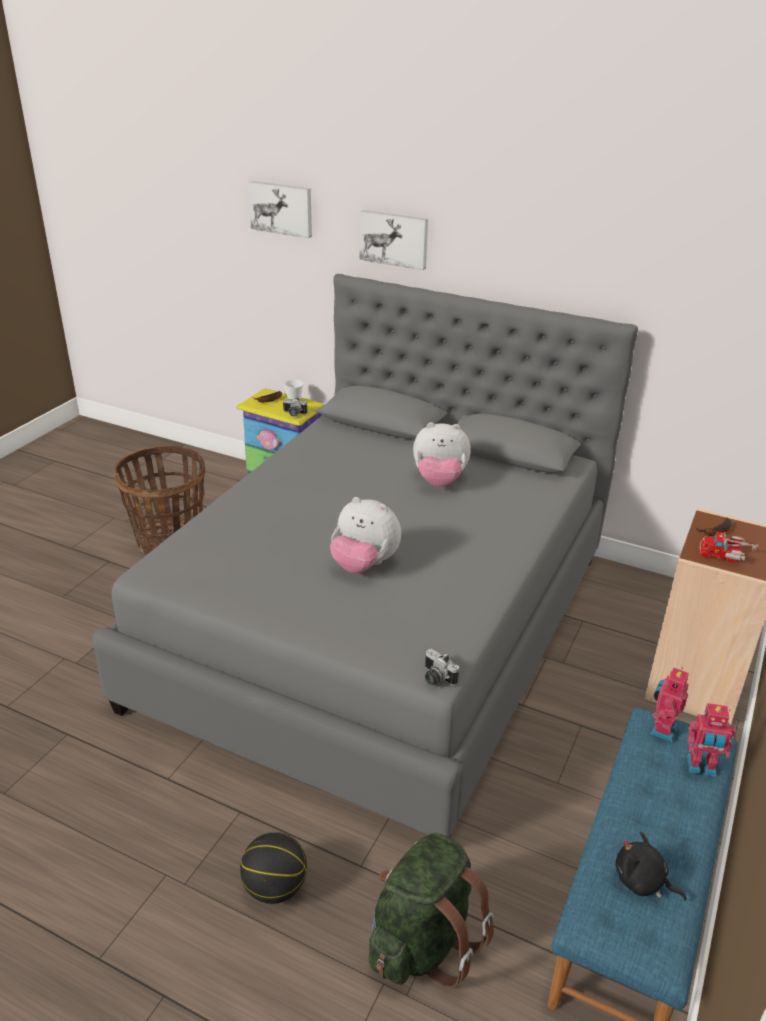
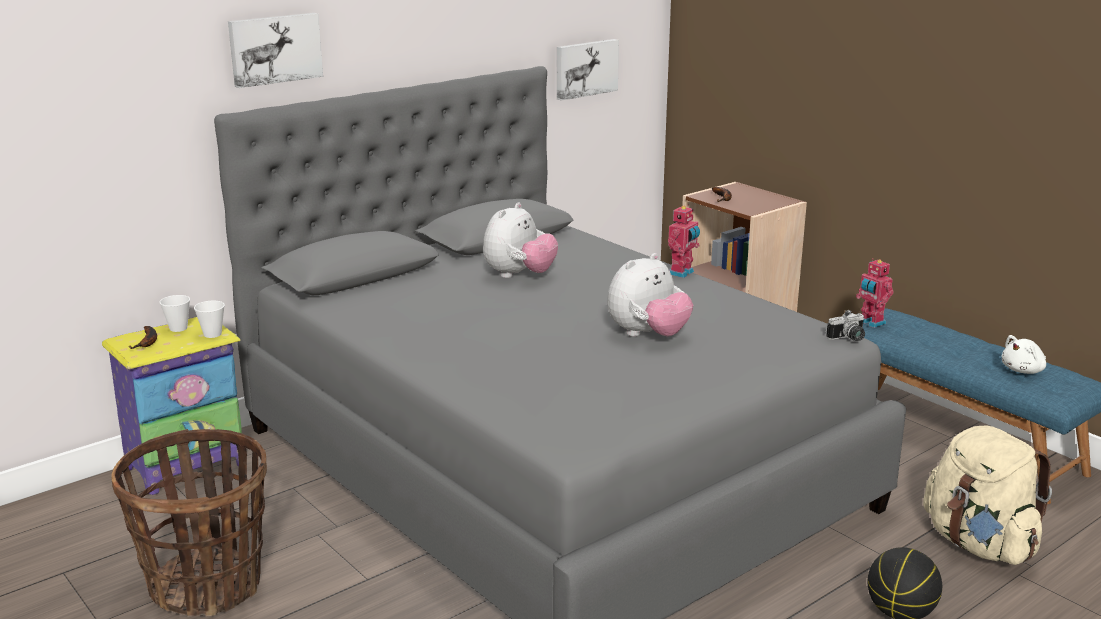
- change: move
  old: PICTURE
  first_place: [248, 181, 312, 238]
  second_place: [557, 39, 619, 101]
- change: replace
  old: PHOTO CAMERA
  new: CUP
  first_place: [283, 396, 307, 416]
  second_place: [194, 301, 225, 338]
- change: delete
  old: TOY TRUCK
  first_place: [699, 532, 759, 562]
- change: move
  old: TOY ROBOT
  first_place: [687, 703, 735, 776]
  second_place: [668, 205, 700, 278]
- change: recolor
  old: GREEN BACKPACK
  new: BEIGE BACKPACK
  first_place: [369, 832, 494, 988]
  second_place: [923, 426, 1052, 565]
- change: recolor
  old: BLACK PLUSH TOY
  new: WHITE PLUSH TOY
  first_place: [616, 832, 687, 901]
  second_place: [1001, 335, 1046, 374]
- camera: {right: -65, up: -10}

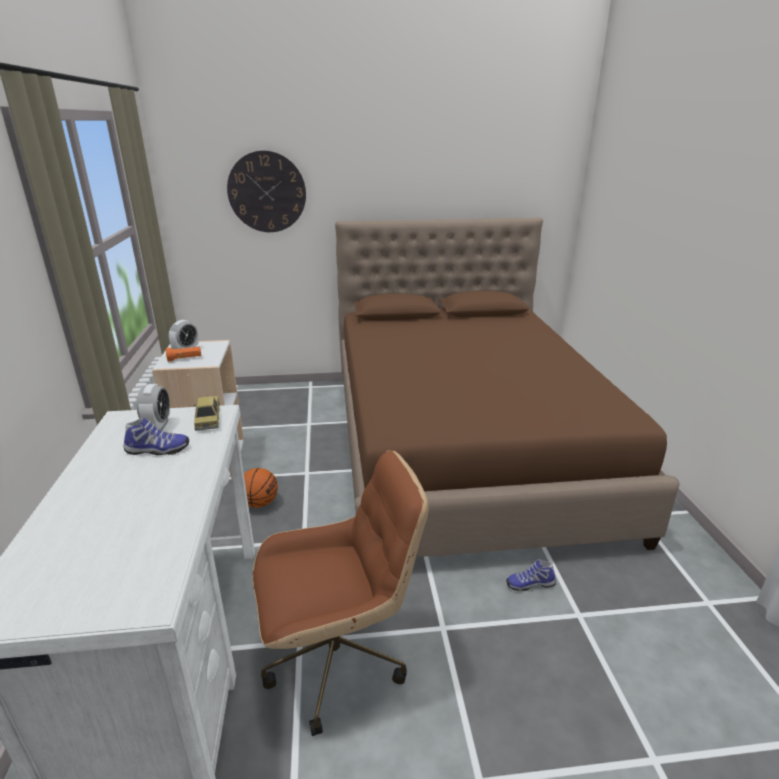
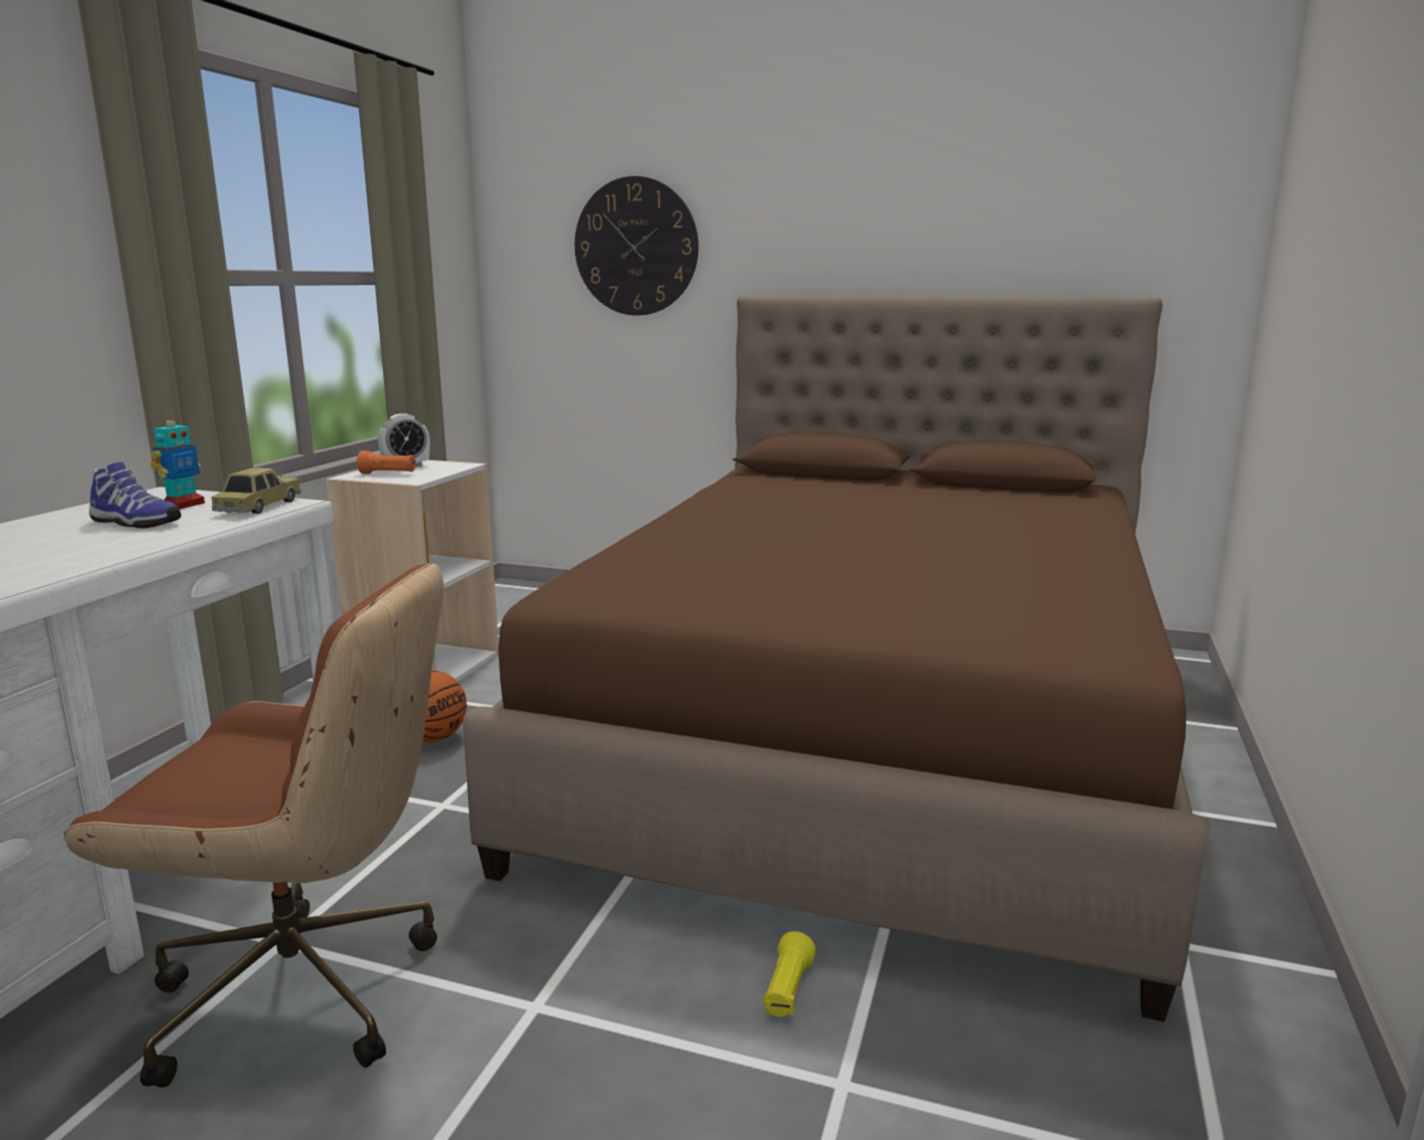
- change: replace
  old: ALARM CLOCK
  new: TOY ROBOT
  first_place: [136, 384, 170, 430]
  second_place: [150, 411, 205, 509]
- change: replace
  old: SHOE
  new: YELLOW FLASHLIGHT
  first_place: [506, 559, 556, 591]
  second_place: [763, 931, 816, 1017]
- camera: {right: 25, up: -10}

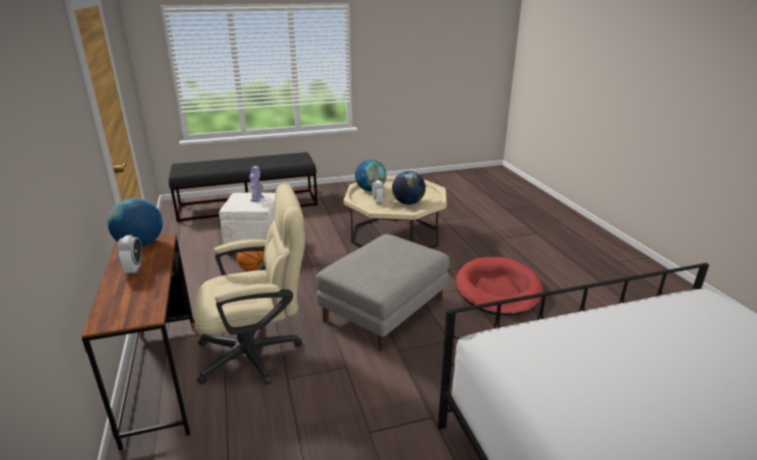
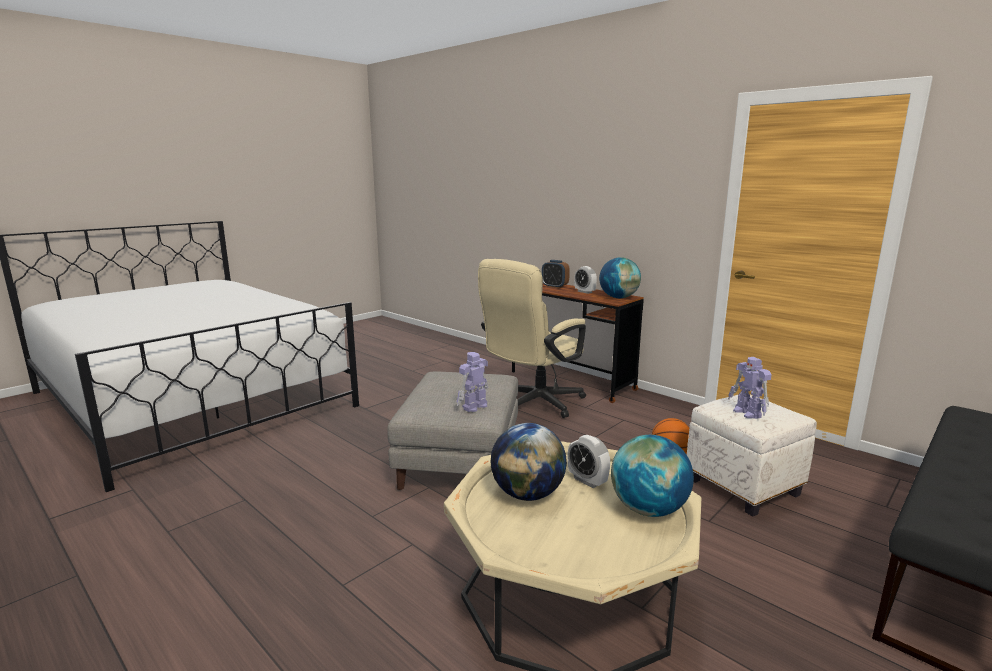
- change: delete
  old: RED DOG BED
  first_place: [456, 257, 543, 316]
- change: insert
  new: ALARM CLOCK
  second_place: [542, 260, 570, 288]
- change: insert
  new: TOY ROBOT
  second_place: [457, 352, 488, 412]
- camera: {right: 150, up: -10}

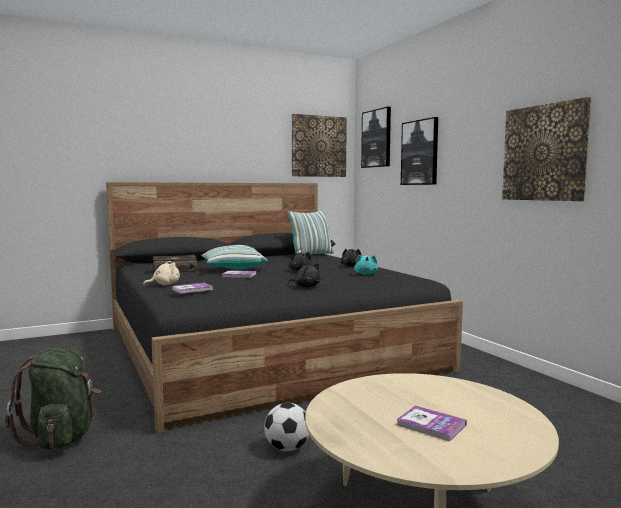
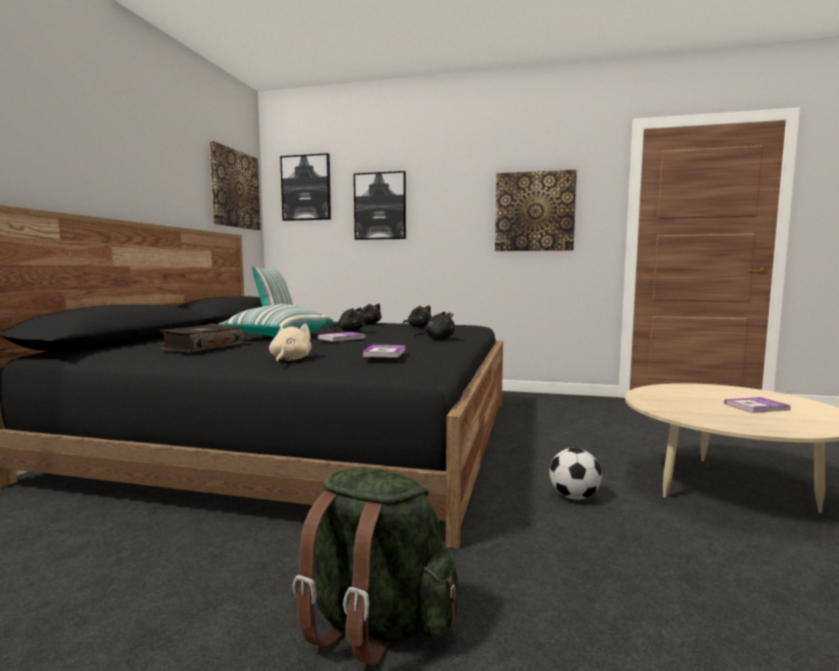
- change: recolor
  old: TURQUOISE PLUSH TOY
  new: BLACK PLUSH TOY
  first_place: [354, 255, 378, 275]
  second_place: [403, 305, 432, 327]
- camera: {right: -50, up: 0}

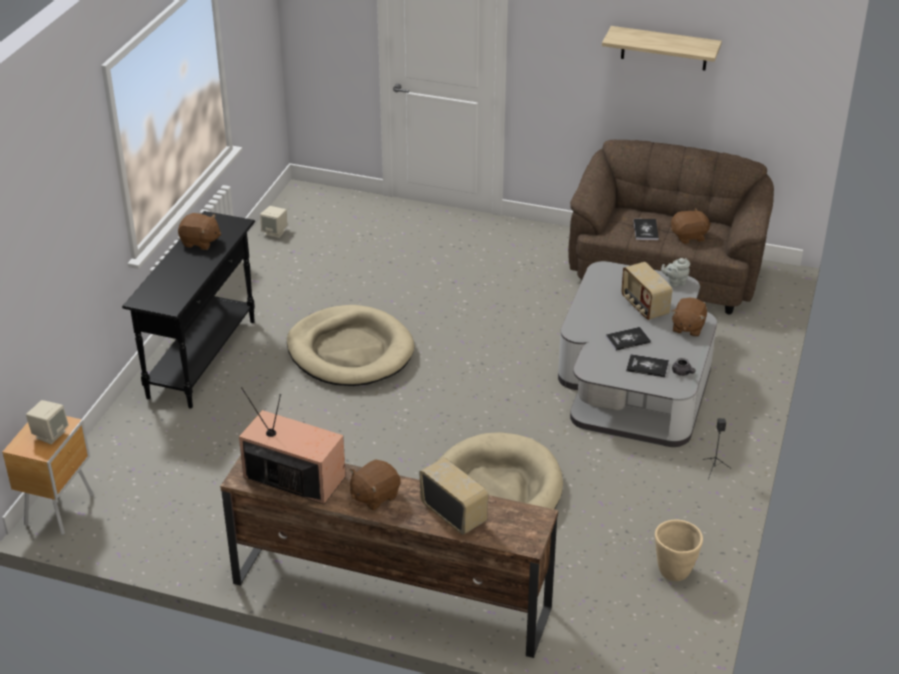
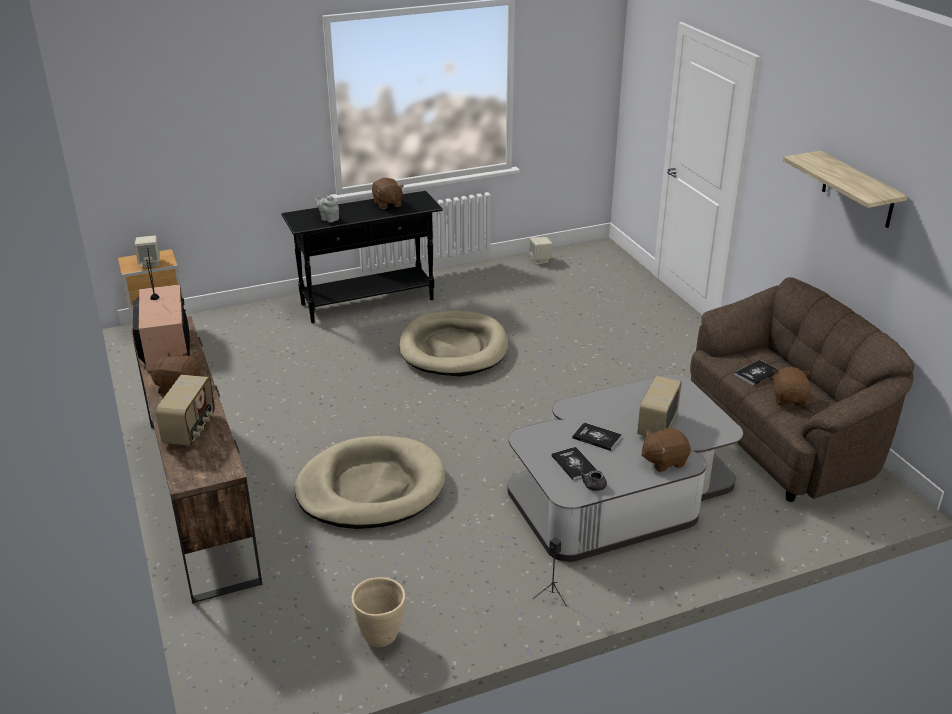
- change: rotate
  old: BROWN PLUSH TOY
  first_place: [671, 208, 711, 244]
  second_place: [772, 367, 810, 406]
  degrees: -120
- change: move
  old: GREY TEAPOT
  first_place: [661, 258, 690, 287]
  second_place: [316, 195, 339, 223]
- camera: {right: 50, up: -5}

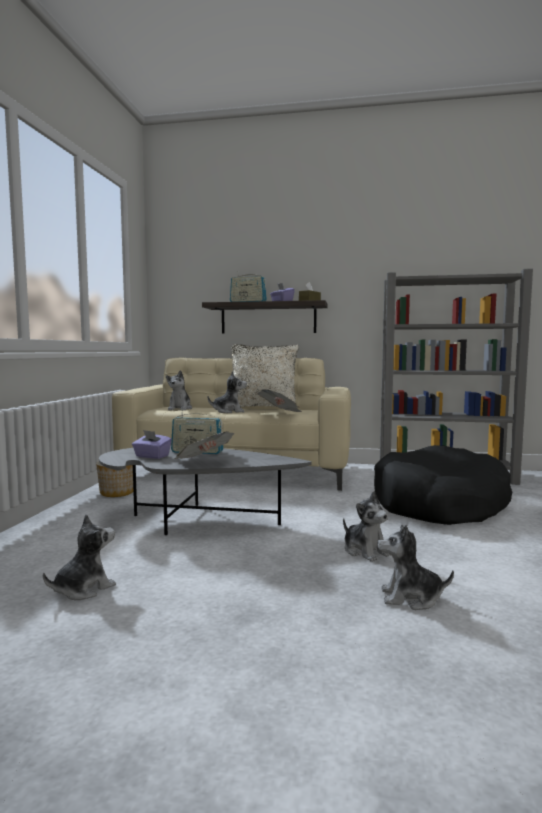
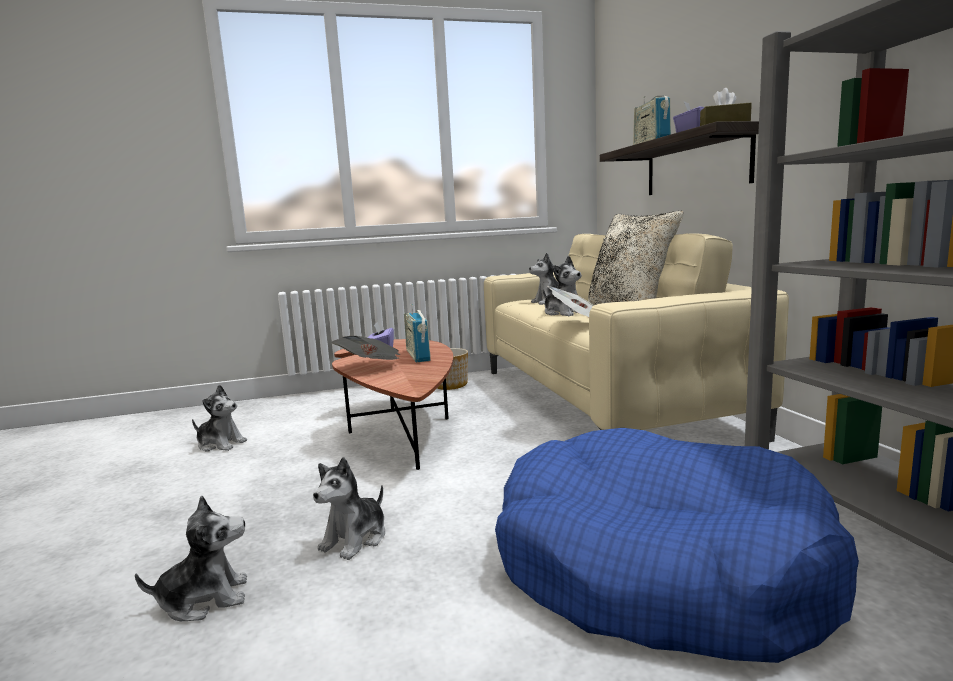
- change: recolor
  old: BLACK DOG BED
  new: BLUE DOG BED
  first_place: [374, 445, 512, 525]
  second_place: [495, 428, 859, 663]
- change: recolor
  old: GREY COFFEE TABLE
  new: BROWN COFFEE TABLE
  first_place: [99, 446, 312, 535]
  second_place: [332, 339, 453, 470]
- change: rotate
  old: PLUSH TOY
  first_place: [377, 525, 454, 610]
  second_place: [135, 495, 247, 621]
  degrees: 90
- camera: {right: 65, up: 5}

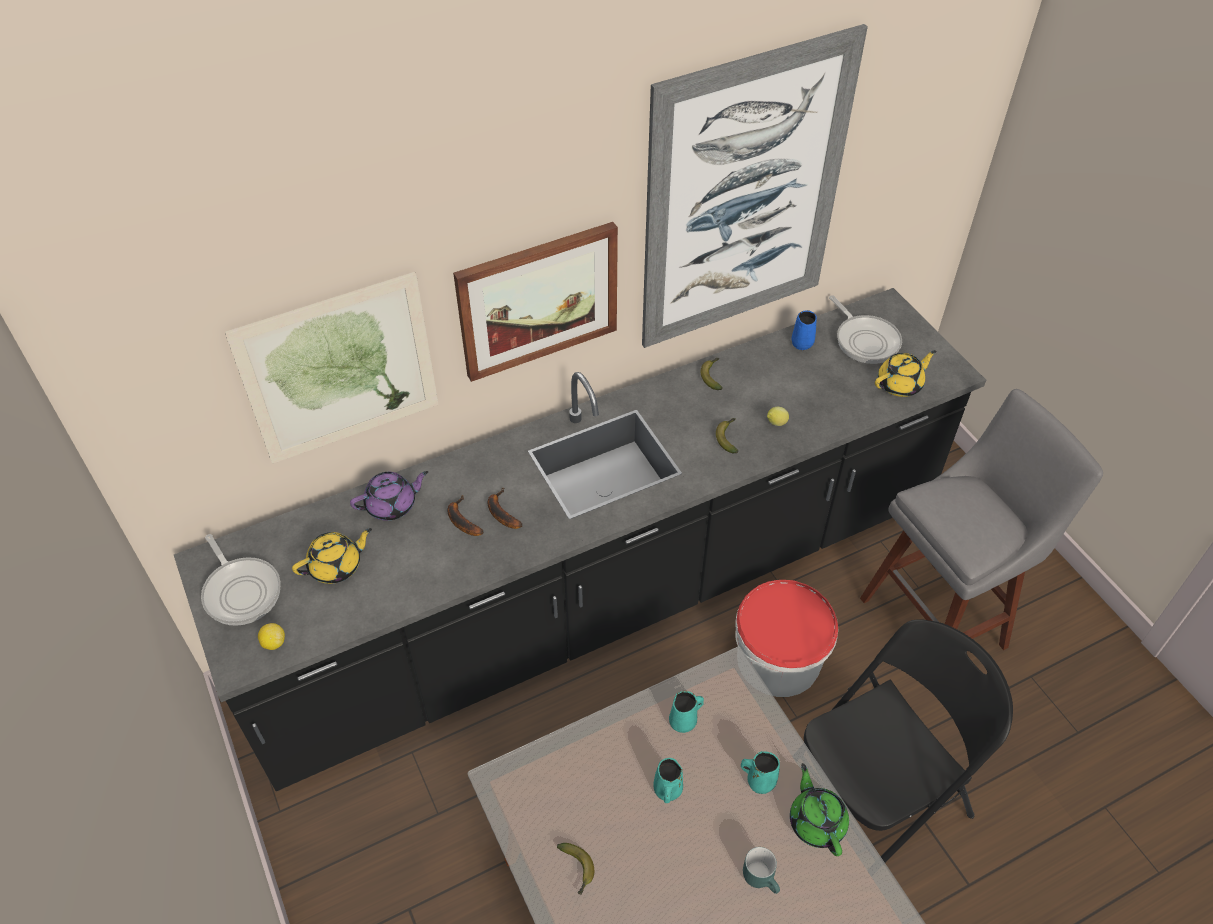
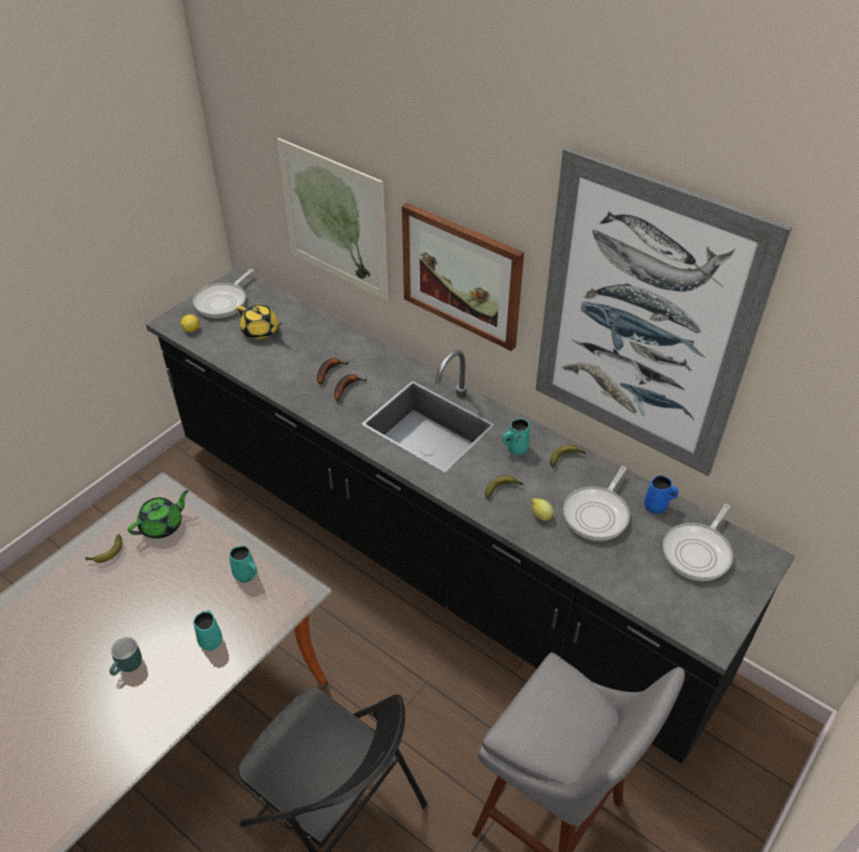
- change: delete
  old: YELLOW TEAPOT
  first_place: [875, 350, 936, 397]
- change: delete
  old: PURPLE TEAPOT
  first_place: [350, 471, 428, 521]
- change: delete
  old: BUCKET
  first_place: [735, 580, 838, 697]
- change: move
  old: TURQUOISE MUG
  first_place: [653, 758, 683, 803]
  second_place: [502, 419, 530, 456]
- change: move
  old: GREEN TEAPOT
  first_place: [790, 763, 849, 856]
  second_place: [128, 490, 189, 539]
- change: insert
  new: FRYING PAN
  second_place: [563, 466, 630, 541]
- camera: {right: 65, up: -5}

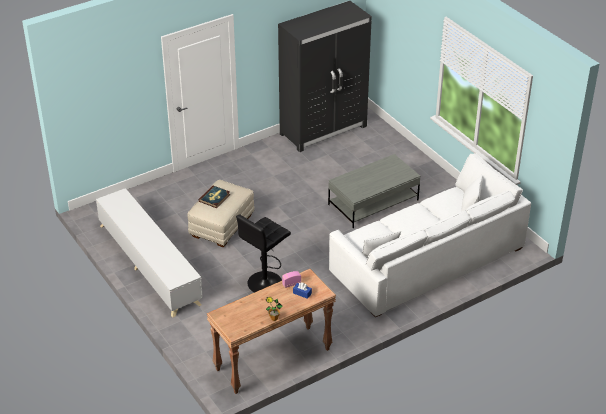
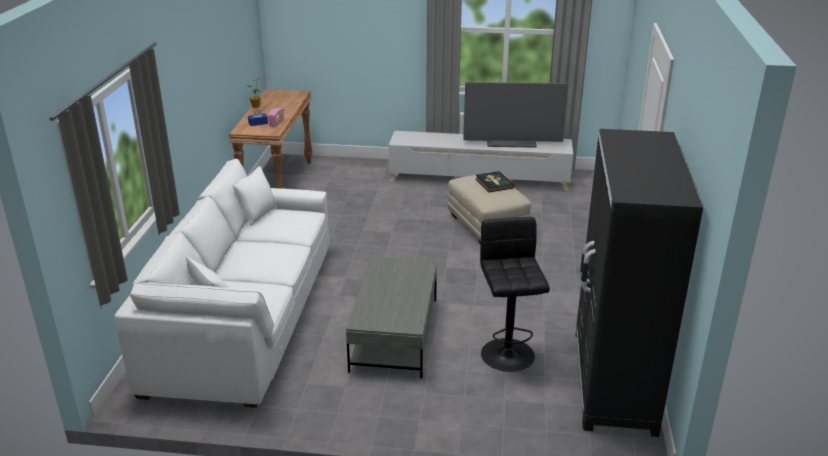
- change: move
  old: BLACK STOOL
  first_place: [236, 214, 291, 293]
  second_place: [480, 217, 550, 372]
- change: insert
  new: TELEVISION
  second_place: [463, 82, 569, 148]
- camera: {right: 130, up: -10}

